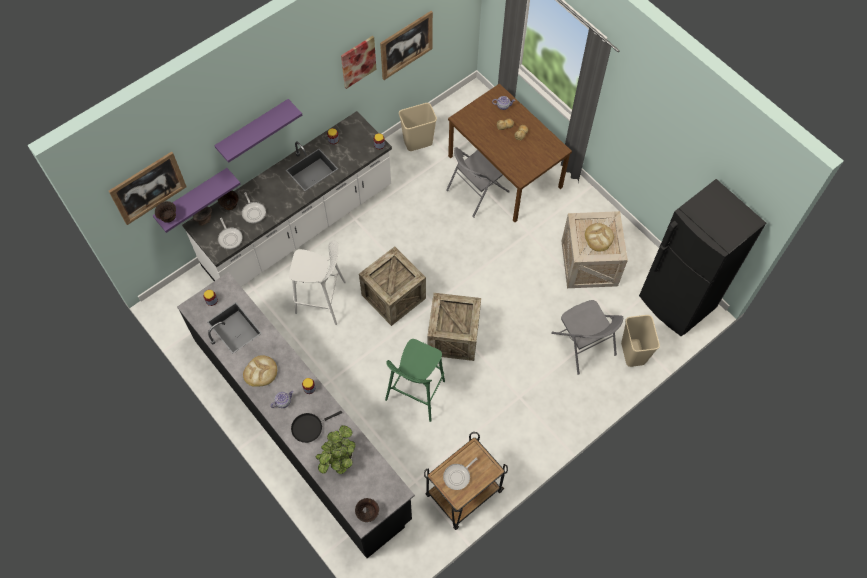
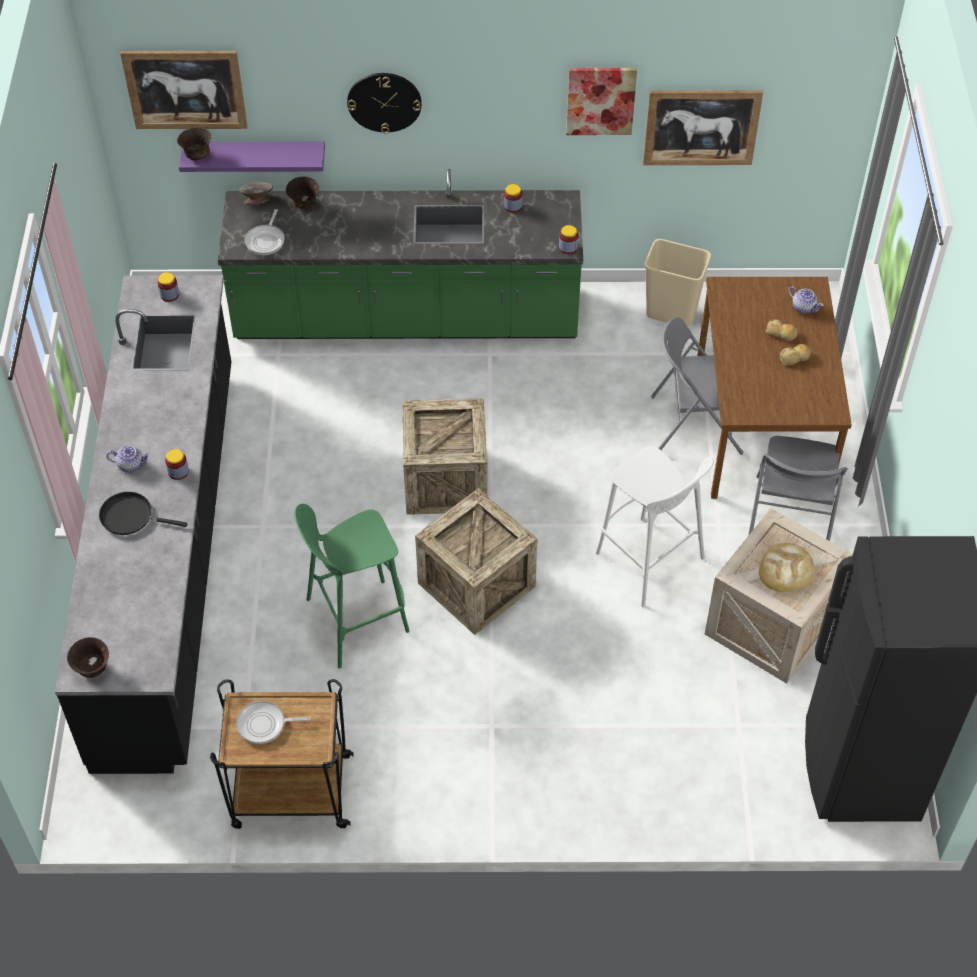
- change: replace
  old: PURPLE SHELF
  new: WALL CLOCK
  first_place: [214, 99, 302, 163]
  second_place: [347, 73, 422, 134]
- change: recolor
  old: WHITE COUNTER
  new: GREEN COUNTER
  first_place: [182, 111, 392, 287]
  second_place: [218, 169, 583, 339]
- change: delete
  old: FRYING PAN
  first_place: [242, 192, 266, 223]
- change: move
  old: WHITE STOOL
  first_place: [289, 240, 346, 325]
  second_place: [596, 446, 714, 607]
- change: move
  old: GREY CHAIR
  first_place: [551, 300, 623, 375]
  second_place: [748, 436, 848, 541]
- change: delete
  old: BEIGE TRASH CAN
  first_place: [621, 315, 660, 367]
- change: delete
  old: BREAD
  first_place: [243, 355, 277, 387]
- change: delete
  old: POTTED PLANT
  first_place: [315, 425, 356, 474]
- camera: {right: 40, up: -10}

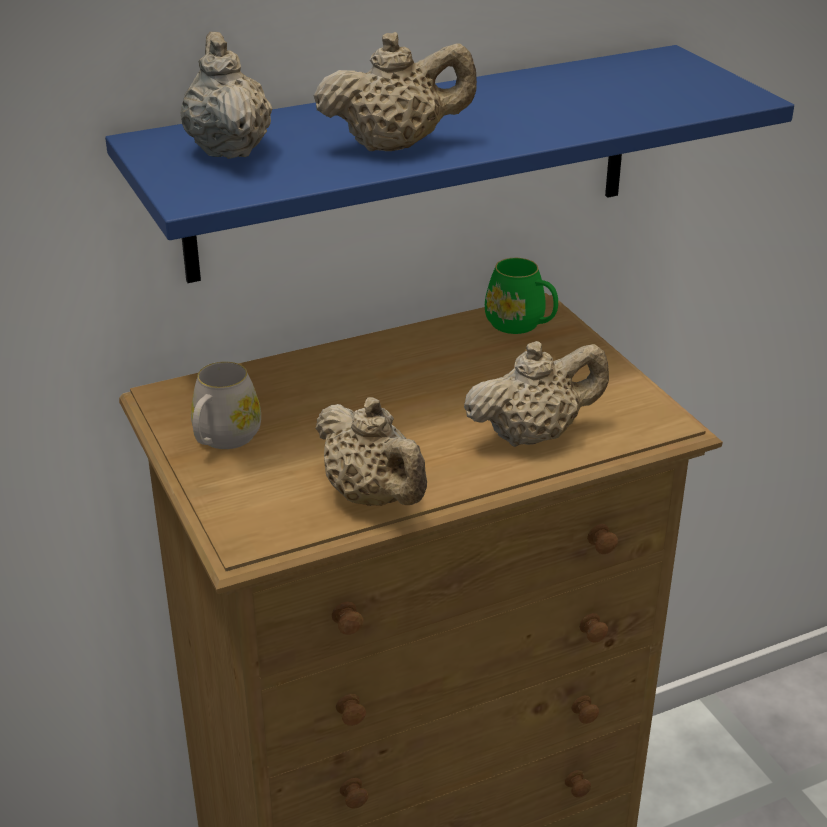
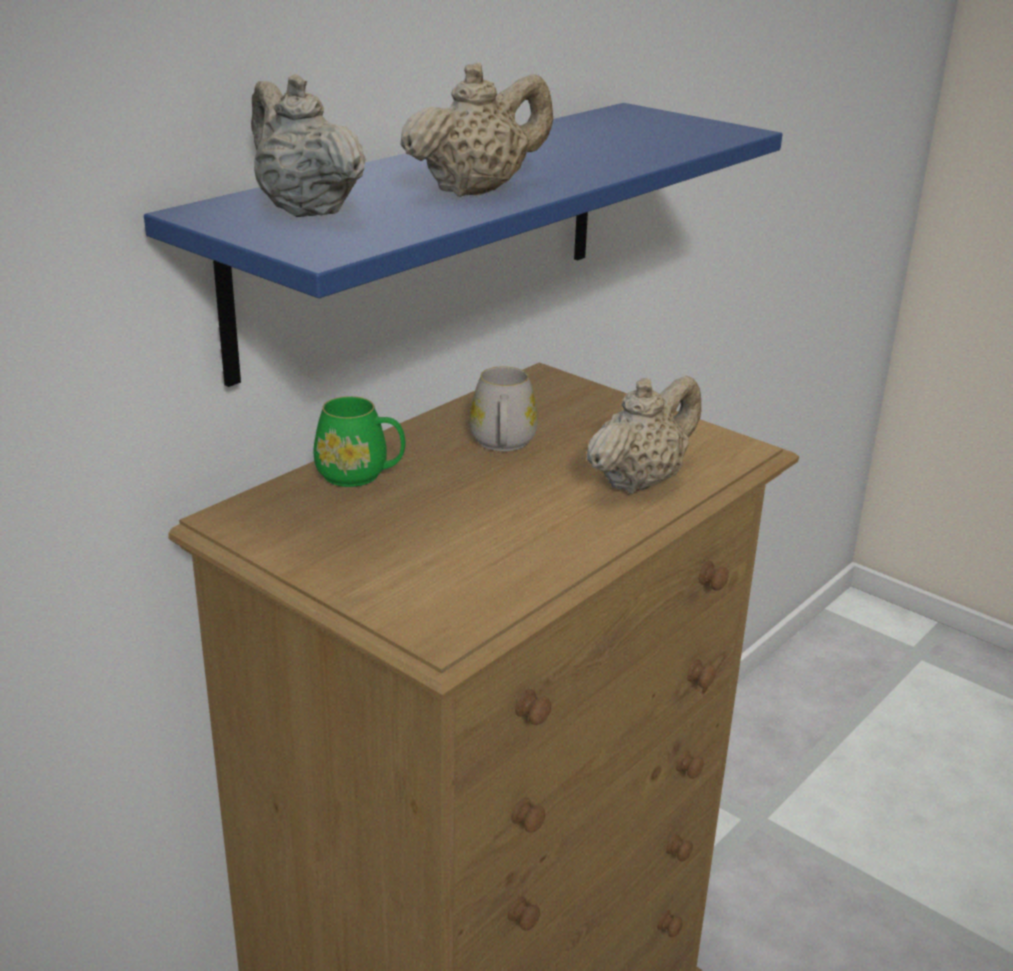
- change: move
  old: GREEN MUG
  first_place: [485, 258, 558, 334]
  second_place: [314, 396, 405, 487]
- change: move
  old: WHITE MUG
  first_place: [191, 362, 261, 449]
  second_place: [469, 366, 538, 451]
- change: delete
  old: BEIGE TEAPOT
  first_place: [315, 397, 427, 506]
- camera: {right: -25, up: -5}

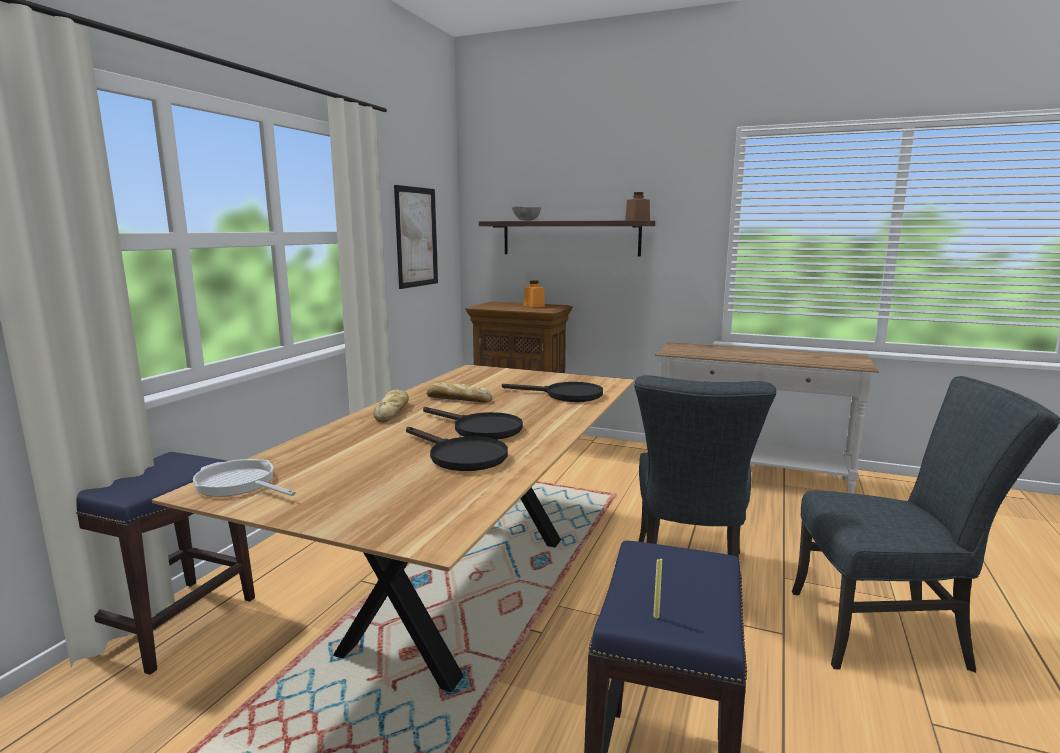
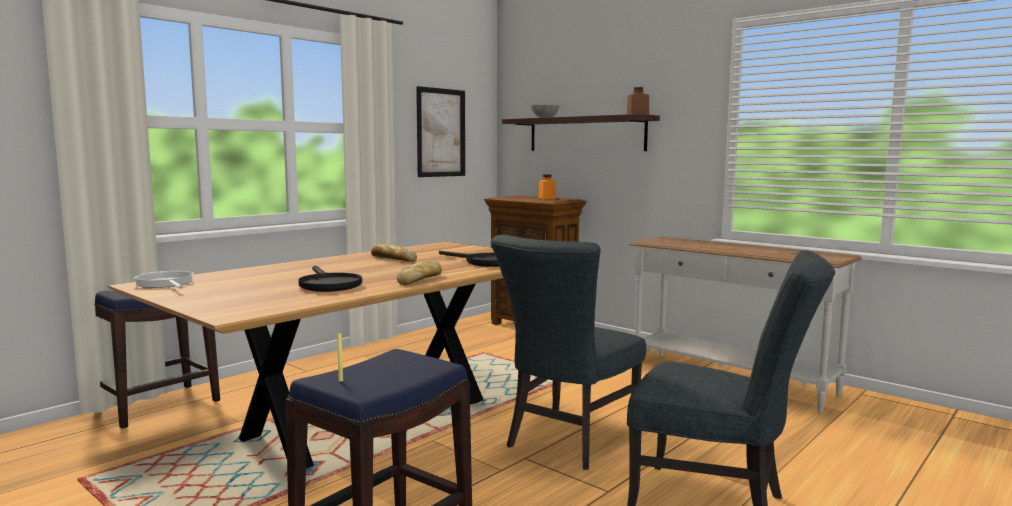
- change: move
  old: BREAD
  first_place: [373, 389, 409, 422]
  second_place: [397, 260, 442, 285]
- change: delete
  old: BLACK FRYING PAN
  first_place: [423, 407, 523, 440]
- camera: {right: 20, up: -5}

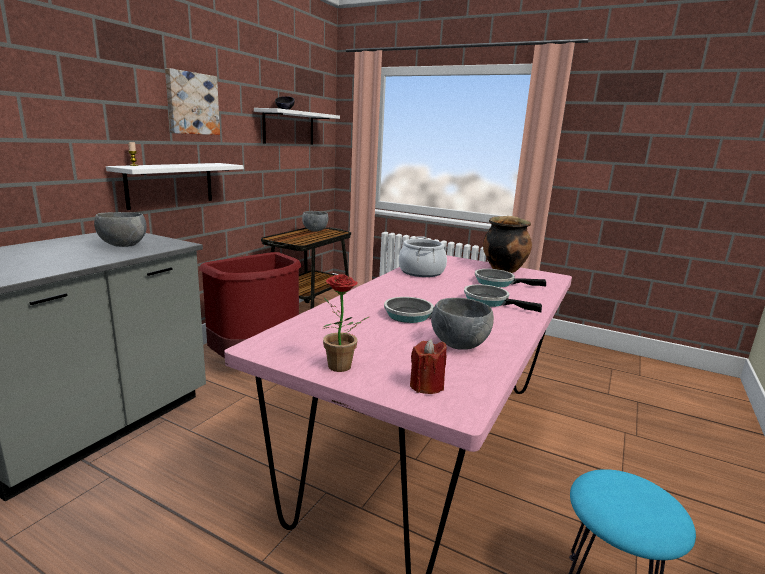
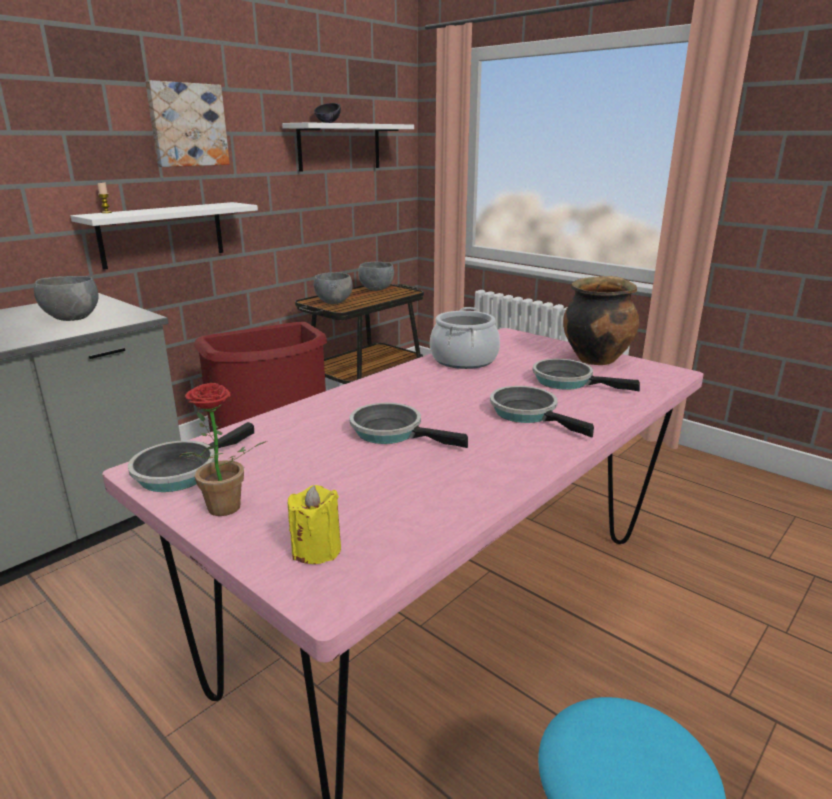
- change: move
  old: GREY BOWL
  first_place: [431, 298, 494, 350]
  second_place: [314, 272, 353, 304]
- change: recolor
  old: RED CANDLE
  new: YELLOW CANDLE
  first_place: [410, 339, 447, 394]
  second_place: [288, 485, 341, 564]
- change: insert
  new: FRYING PAN
  second_place: [128, 422, 254, 492]
- camera: {right: 15, up: 5}

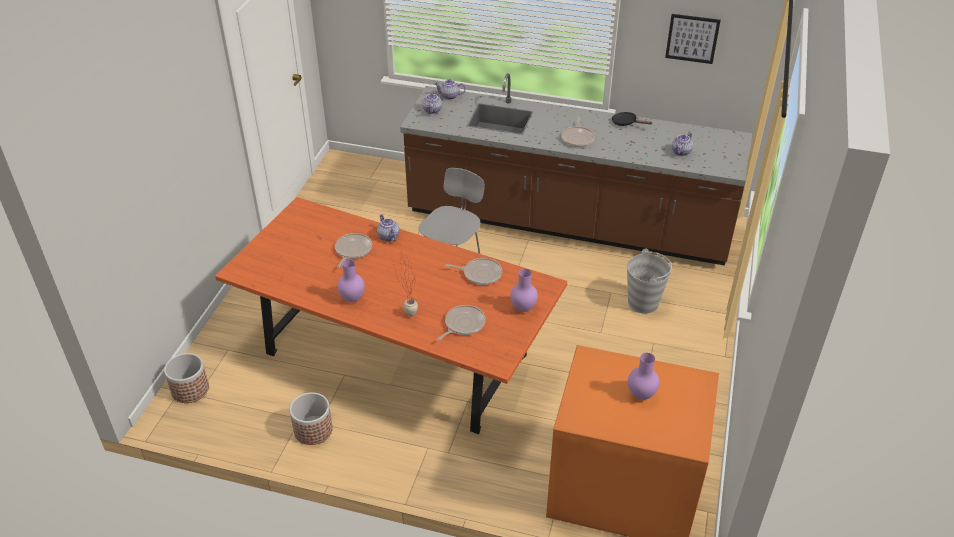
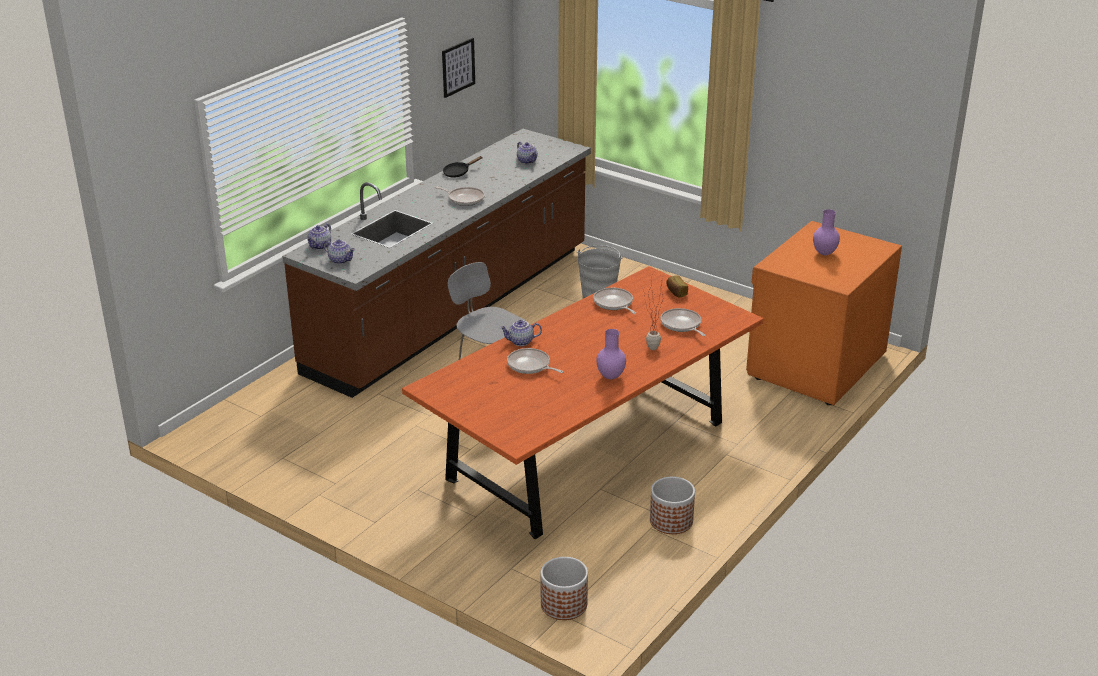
- change: rotate
  old: FRYING PAN
  first_place: [445, 258, 502, 285]
  second_place: [593, 288, 636, 314]
  degrees: -60
- change: replace
  old: PURPLE VASE
  new: BREAD
  first_place: [510, 269, 538, 312]
  second_place: [666, 275, 688, 297]
- camera: {right: -70, up: -10}

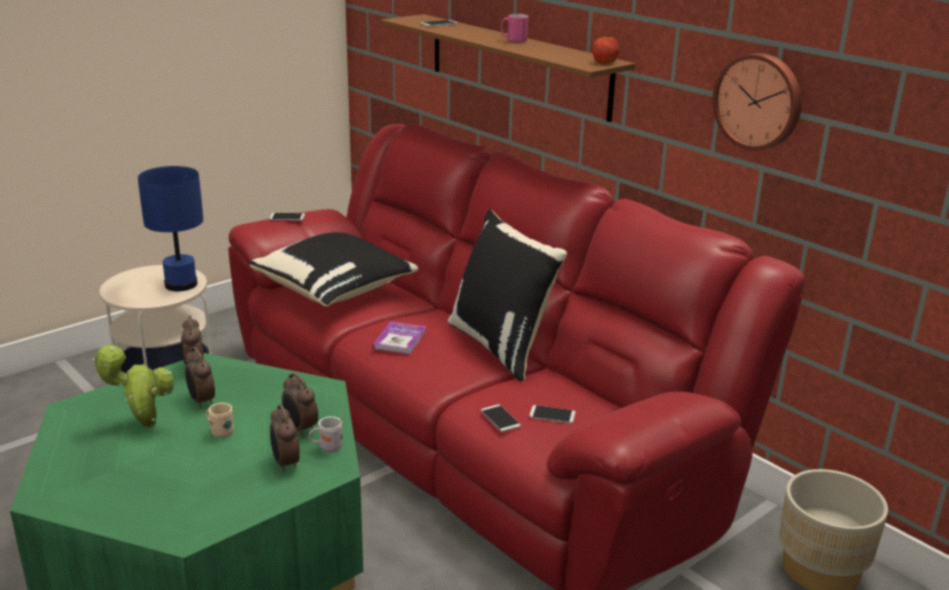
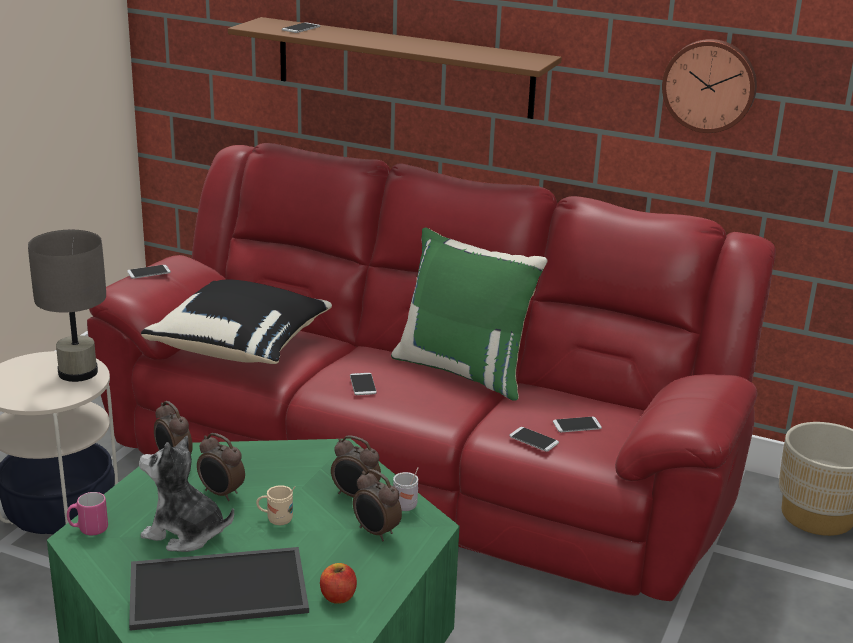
- change: move
  old: PINK MUG
  first_place: [501, 14, 528, 43]
  second_place: [67, 492, 108, 535]
- change: move
  old: APPLE
  first_place: [593, 35, 619, 64]
  second_place: [320, 563, 357, 604]
- change: recolor
  old: BLUE TABLE LAMP
  new: GREY TABLE LAMP
  first_place: [138, 166, 203, 291]
  second_place: [28, 230, 106, 382]
- change: recolor
  old: BLACK PILLOW
  new: GREEN PILLOW
  first_place: [448, 210, 567, 381]
  second_place: [391, 227, 548, 401]
- change: replace
  old: BOOK
  new: PHONE
  first_place: [373, 321, 426, 355]
  second_place: [350, 373, 377, 395]
- change: replace
  old: POTTED PLANT
  new: PLUSH TOY
  first_place: [92, 344, 174, 428]
  second_place: [139, 436, 234, 552]
- change: insert
  new: TRAY
  second_place: [129, 547, 309, 631]
- camera: {right: -25, up: 0}

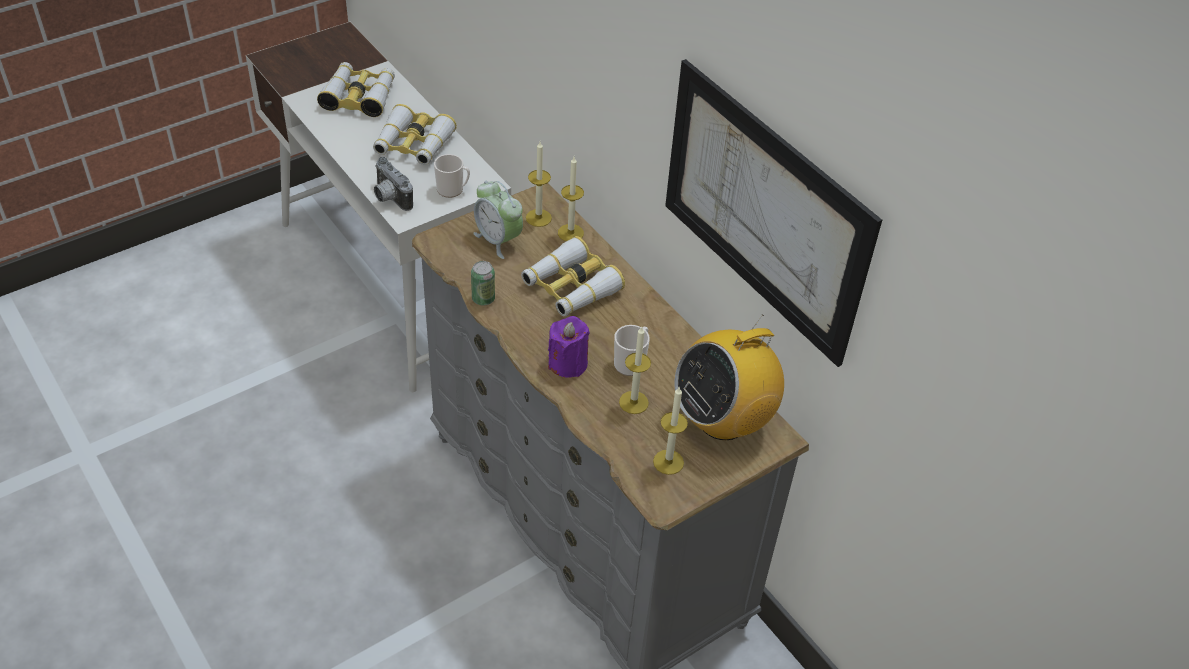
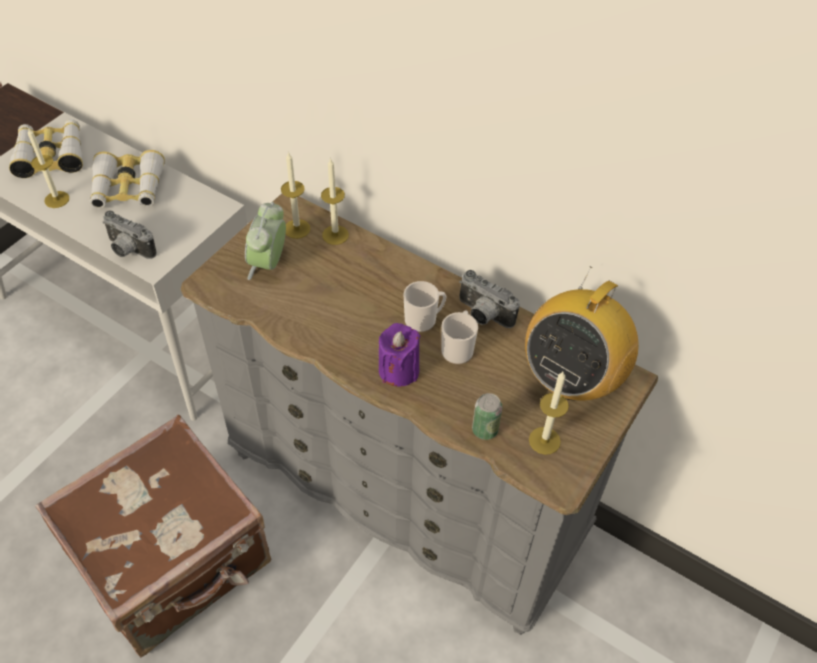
- change: delete
  old: PICTURE
  first_place: [665, 59, 882, 367]
- change: move
  old: MUG
  first_place: [434, 154, 470, 198]
  second_place: [403, 281, 446, 332]
- change: rotate
  old: ALARM CLOCK
  first_place: [473, 181, 523, 259]
  second_place: [245, 202, 286, 280]
  degrees: 75
- change: delete
  old: BINOCULARS
  first_place: [521, 236, 625, 316]
- change: move
  old: CAN
  first_place: [471, 261, 495, 305]
  second_place: [472, 393, 502, 440]
- change: move
  old: CANDLE
  first_place: [619, 327, 651, 414]
  second_place: [28, 127, 69, 208]
- change: insert
  new: PHOTO CAMERA
  second_place: [459, 270, 520, 328]
- change: insert
  new: BROWN SUITCASE
  second_place: [35, 415, 271, 658]
- camera: {right: -20, up: 5}

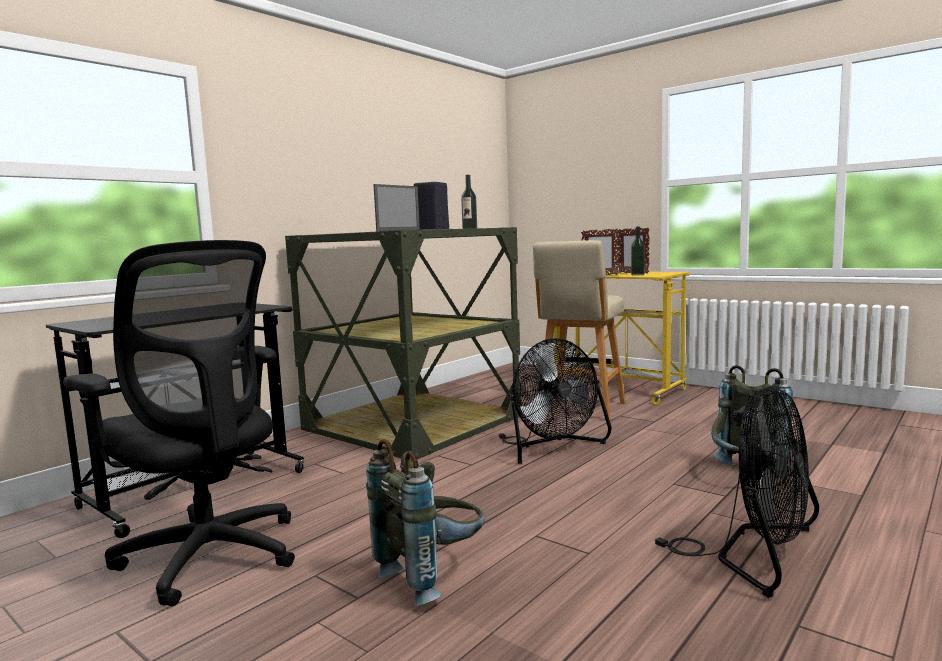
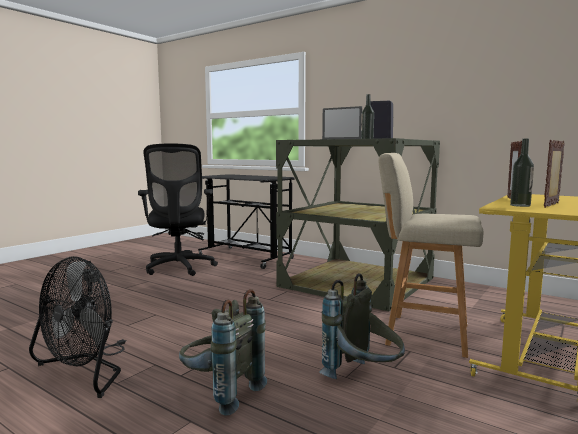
- change: rotate
  old: BLACK OFFICE CHAIR
  first_place: [63, 240, 295, 606]
  second_place: [138, 143, 218, 276]
  degrees: -45
- change: delete
  old: BLACK FAN
  first_place: [499, 338, 611, 464]
- change: move
  old: GREY BACKPACK
  first_place: [366, 439, 484, 606]
  second_place: [320, 273, 405, 379]
- camera: {right: 85, up: 0}

